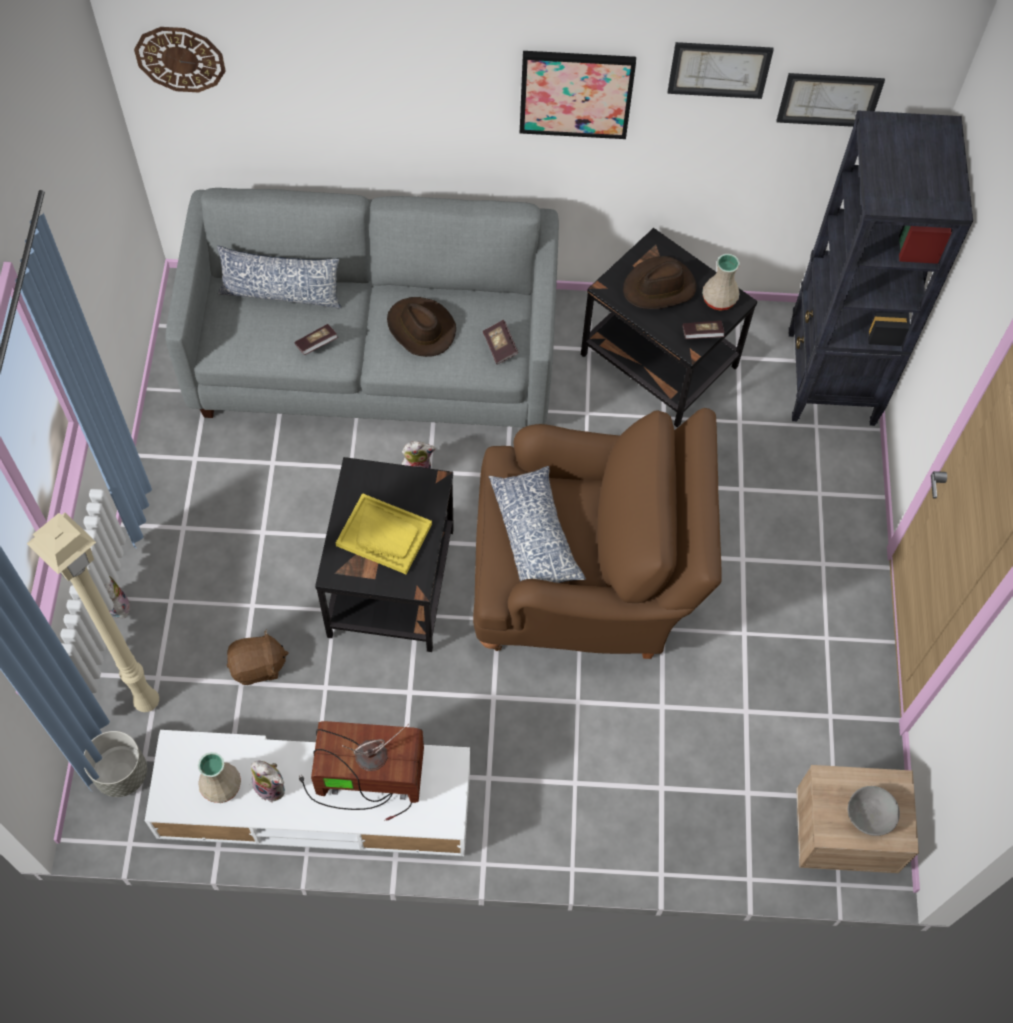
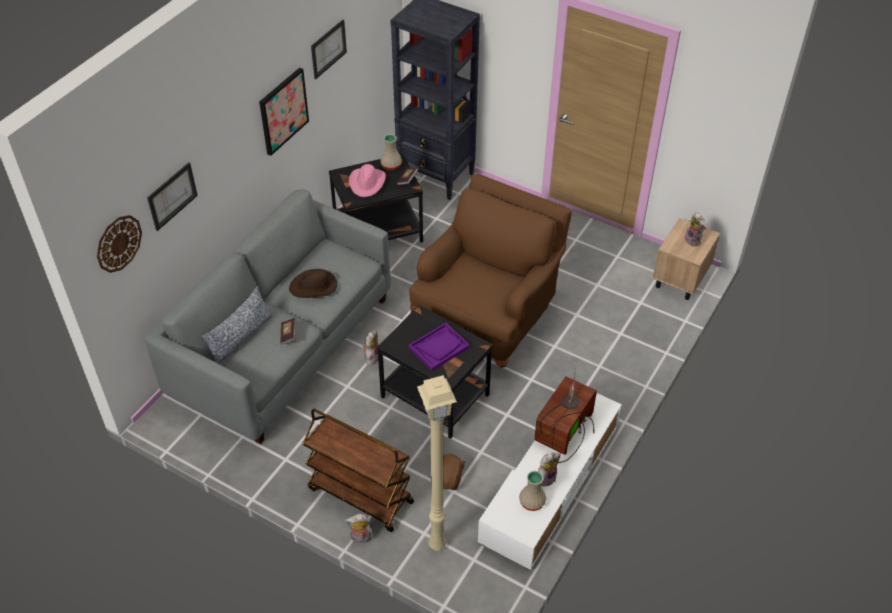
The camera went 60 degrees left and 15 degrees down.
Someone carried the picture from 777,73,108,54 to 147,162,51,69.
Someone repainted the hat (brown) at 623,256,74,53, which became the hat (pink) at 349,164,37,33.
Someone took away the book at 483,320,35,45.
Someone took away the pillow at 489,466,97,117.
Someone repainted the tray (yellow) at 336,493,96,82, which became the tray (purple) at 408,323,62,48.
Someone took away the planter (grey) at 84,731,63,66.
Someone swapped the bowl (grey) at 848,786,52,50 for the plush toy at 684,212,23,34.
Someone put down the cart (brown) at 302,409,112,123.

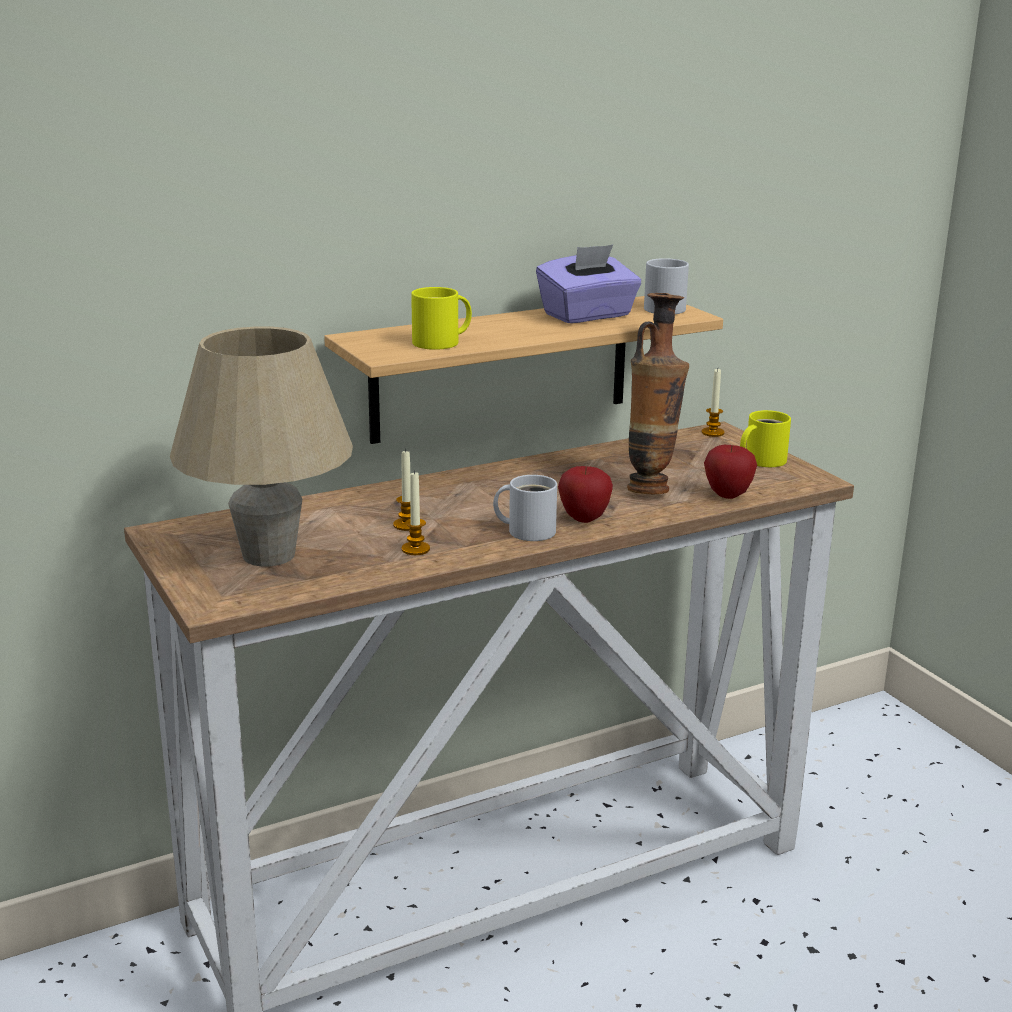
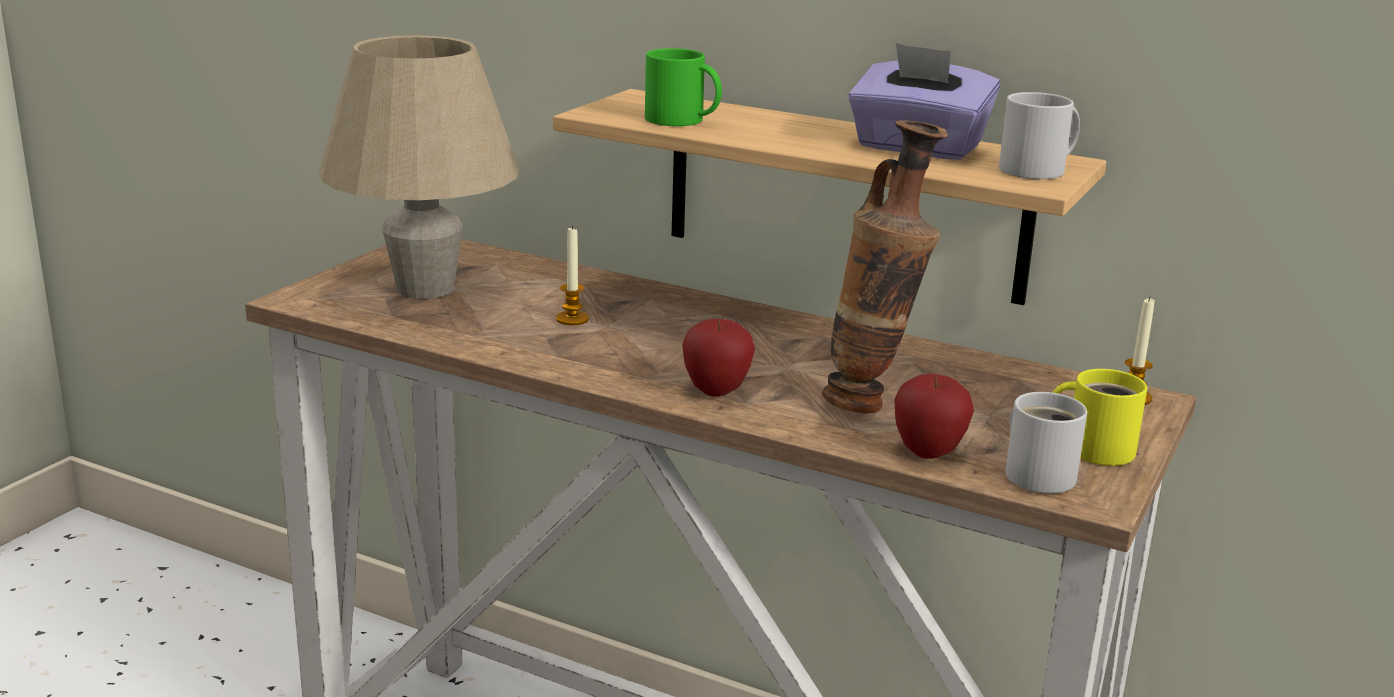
The camera went 55 degrees right and 0 degrees up.
Someone repainted the mug (yellow) at 411,287,61,63, which became the mug (green) at 645,48,77,78.
Someone took away the candle at 402,470,28,85.
Someone carried the mug (white) from 493,475,64,66 to 1005,392,82,102.

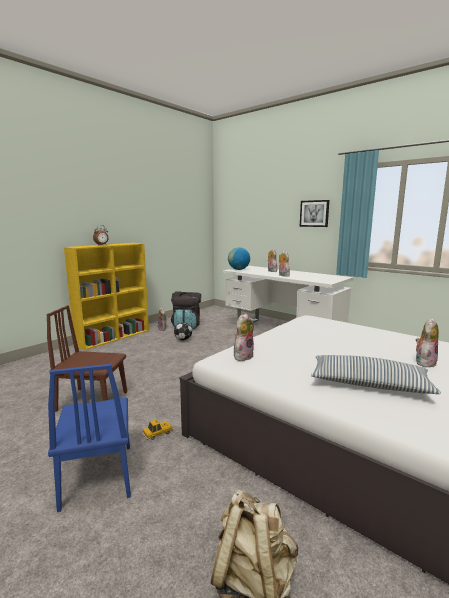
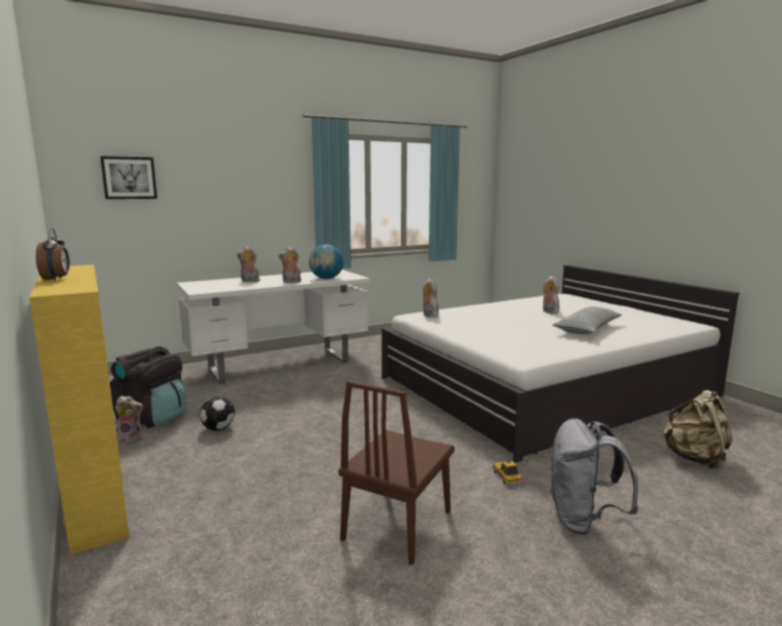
The camera went 70 degrees left and 0 degrees up.
Someone carried the picture from 300,200,29,27 to 100,156,57,43.
Someone carried the globe from 228,247,22,23 to 309,244,35,35.
Someone carried the plush toy from 234,313,20,48 to 422,278,17,40.
Someone swapped the chair (blue) at 48,364,83,148 for the backpack (grey) at 549,418,89,117.

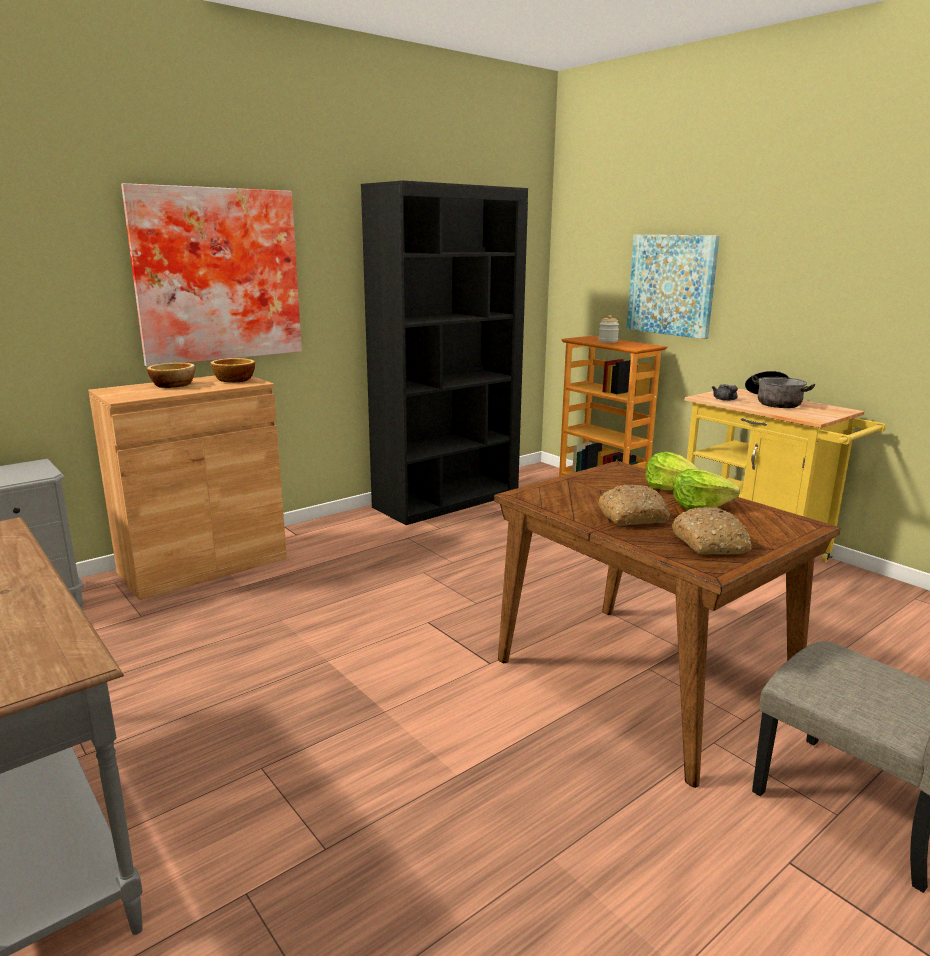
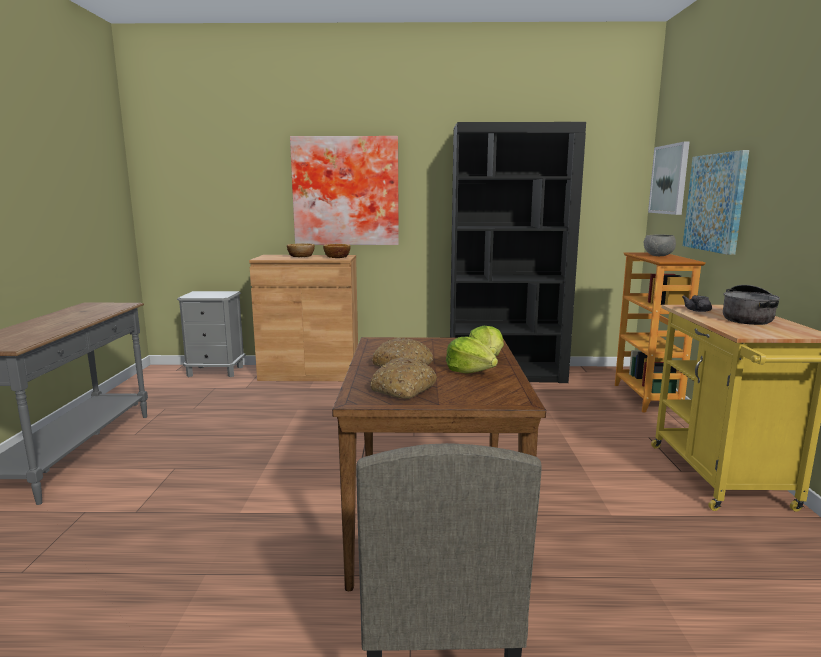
The camera went 40 degrees right and 5 degrees down.
Someone swapped the jar at 599,315,20,28 for the bowl (grey) at 644,234,32,22.
Someone put up the picture at 648,142,42,73.

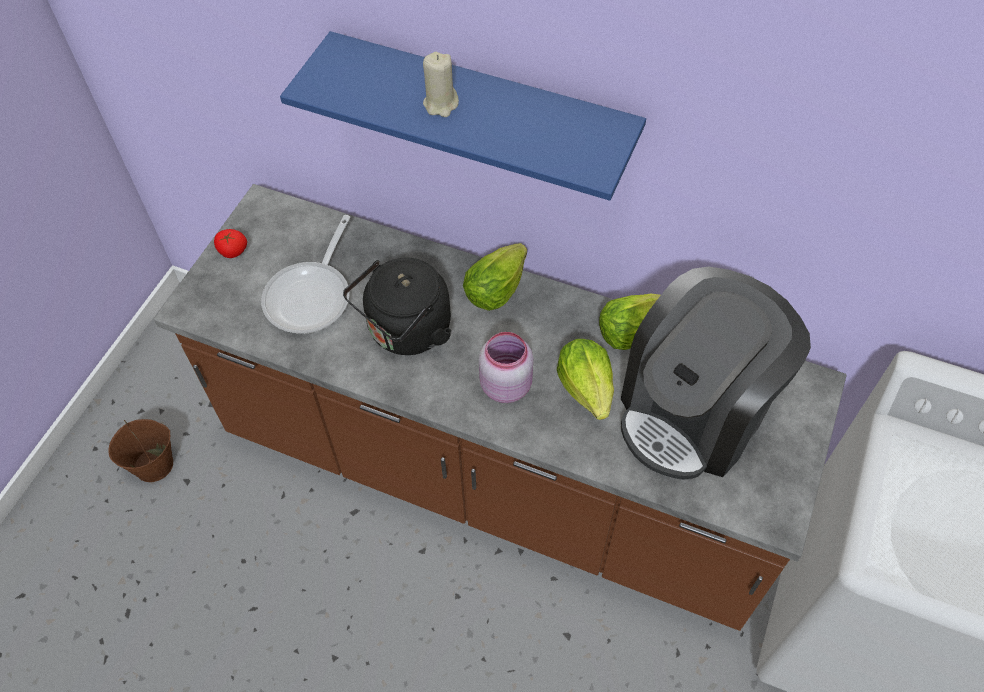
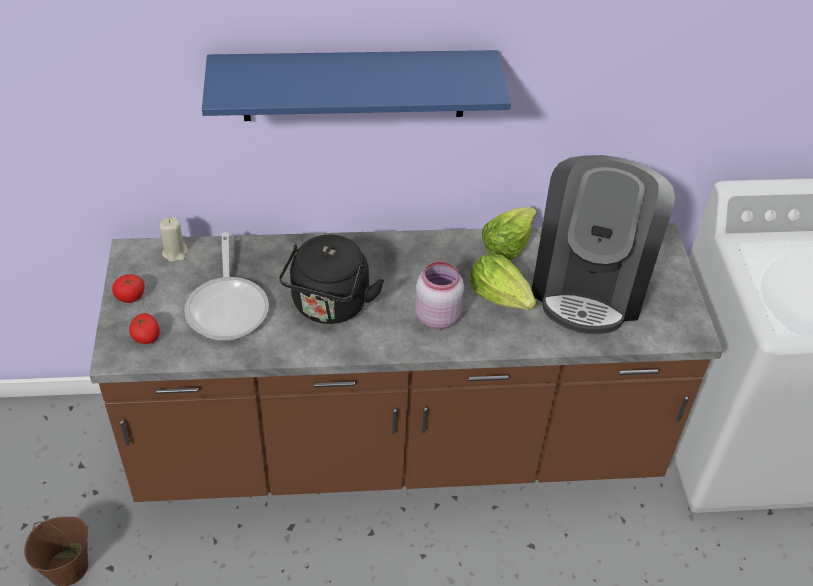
The camera went 30 degrees left and 10 degrees down.
Someone carried the candle (beige) from 423,52,36,65 to 159,217,29,45.
Someone took away the lettuce at 463,243,64,68.
Someone put down the tomato at 129,313,31,31.

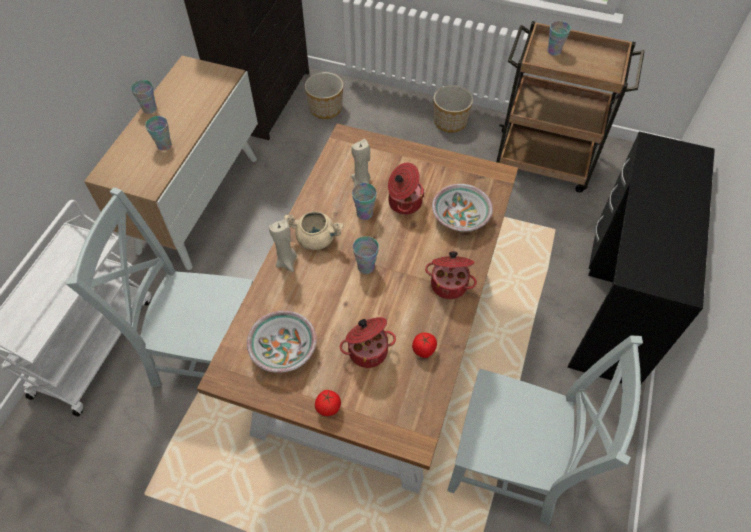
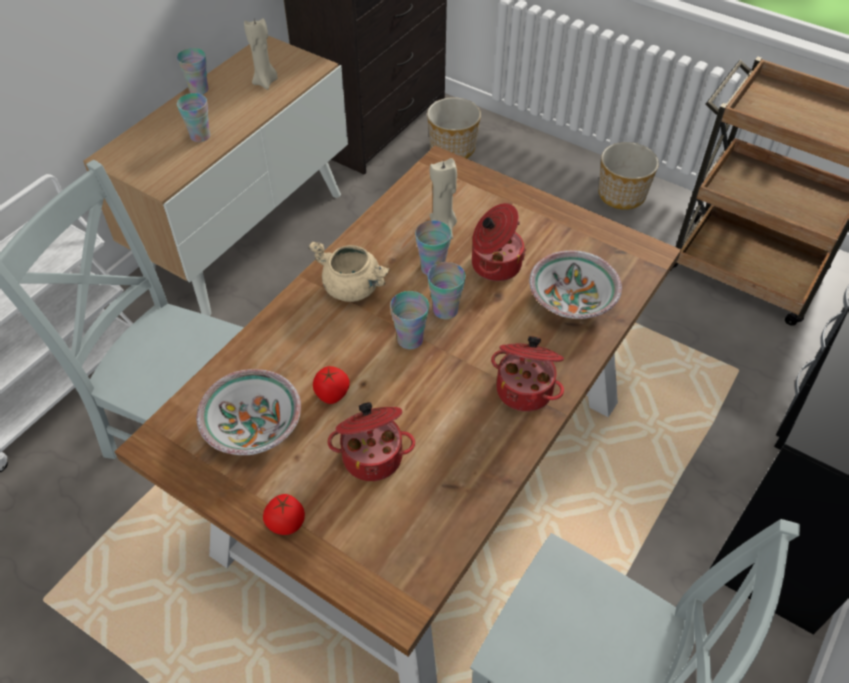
The camera went 15 degrees right and 5 degrees down.
Someone carried the cup from 547,21,24,35 to 428,262,38,58.
Someone carried the candle (beige) from 269,219,28,53 to 244,18,34,72.
Someone carried the tomato from 412,333,25,25 to 313,366,37,38.

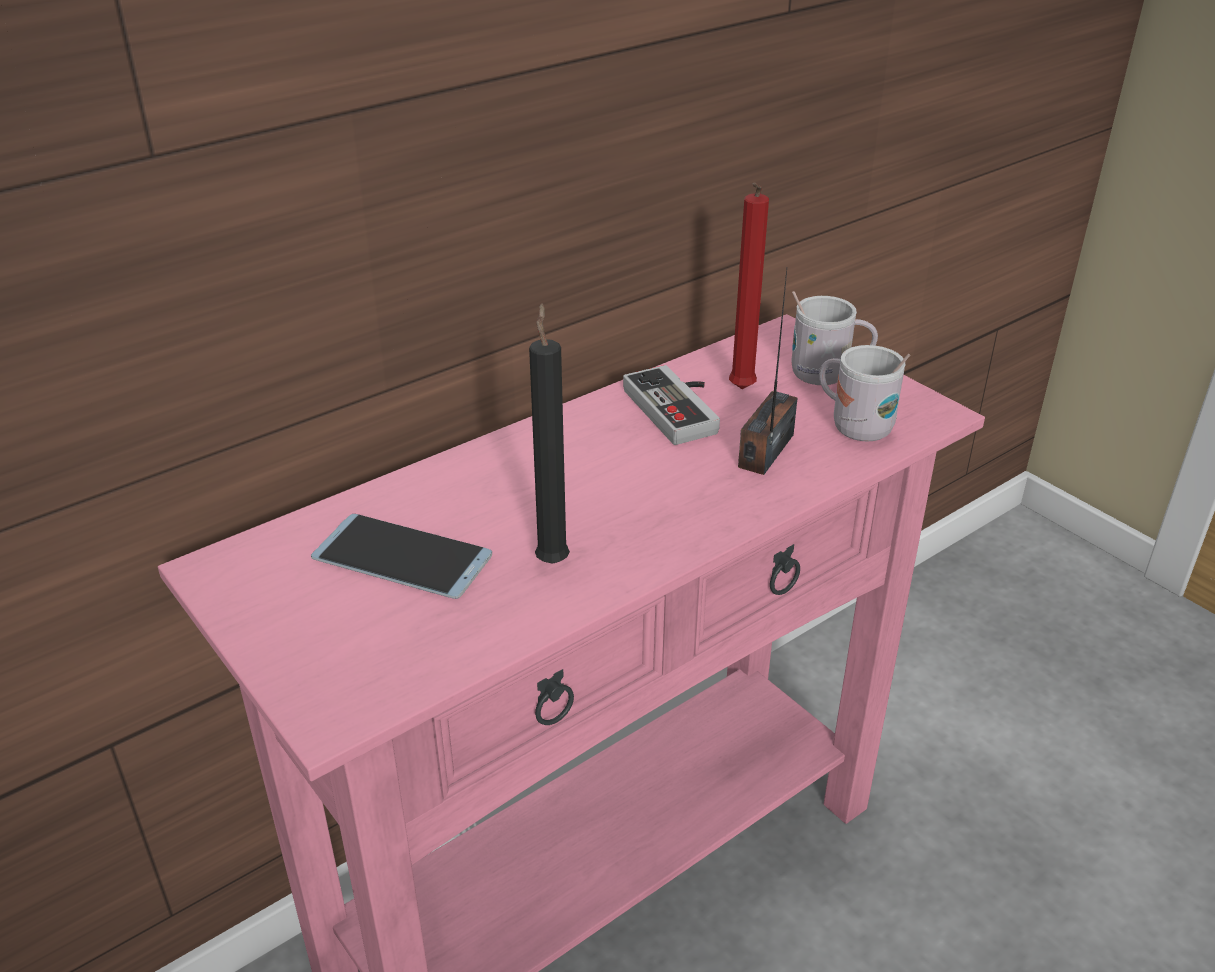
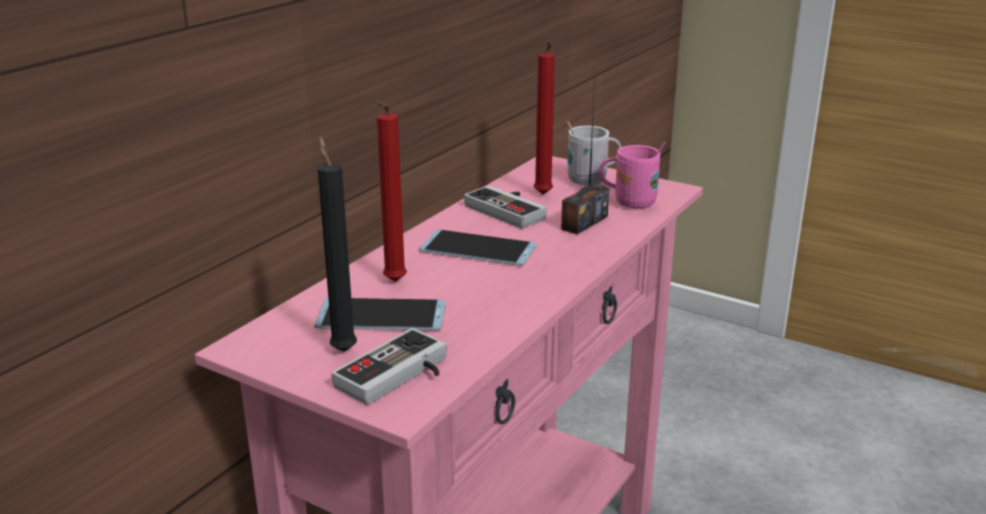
The camera went 20 degrees left and 10 degrees down.
Someone rotated the radio at 738,269,60,206 by 150 degrees counterclockwise.
Someone carried the candle (black) from 529,303,41,261 to 318,137,39,215.
Someone repainted the mug (white) at 819,345,91,97, which became the mug (pink) at 599,141,67,67.
Someone put down the candle (red) at 376,101,31,181.
Someone put down the phone at 419,230,118,36.
Someone put down the game controller at 332,328,115,77.

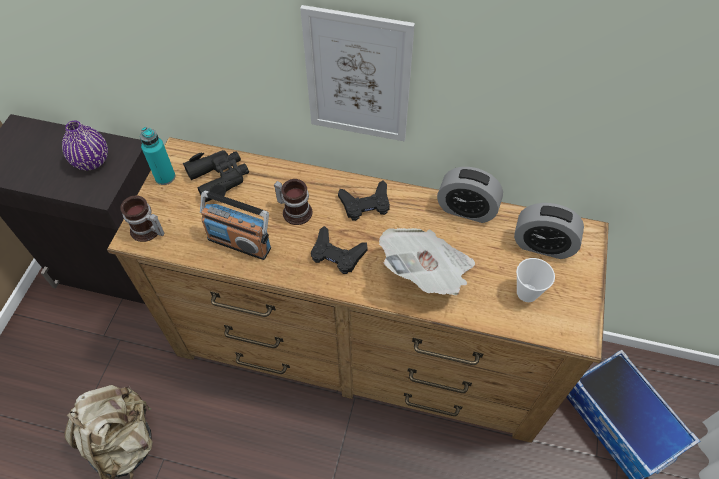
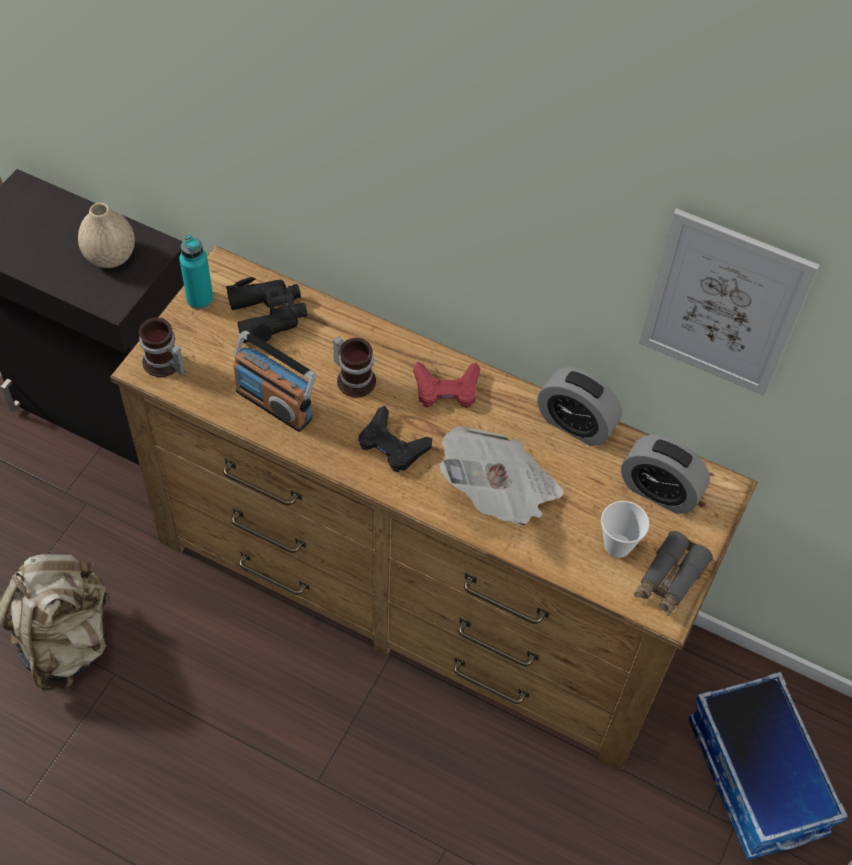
The camera went 10 degrees right and 0 degrees up.
Someone carried the picture from 300,5,115,136 to 639,208,180,188.
Someone repainted the vase (purple) at 62,121,46,49, which became the vase (beige) at 78,203,57,65.
Someone repainted the game controller (black) at 338,180,52,41, which became the game controller (red) at 413,362,67,46.
Someone put down the binoculars (grey) at 634,531,79,85.

